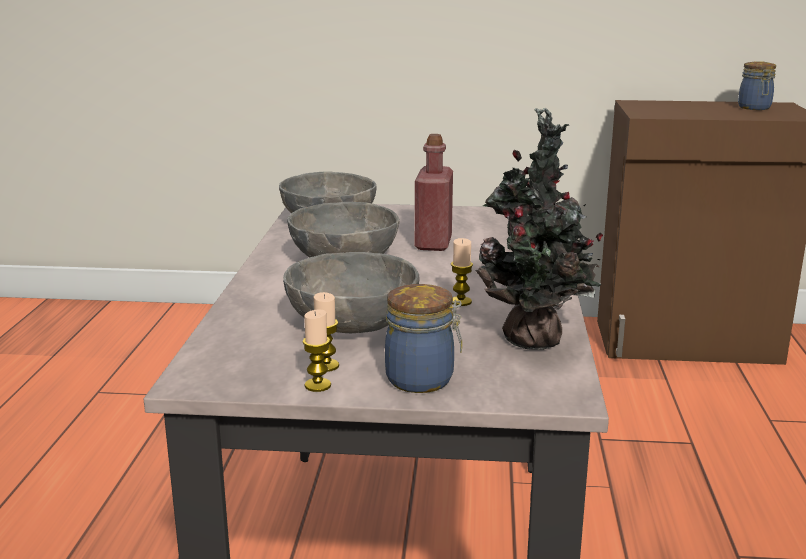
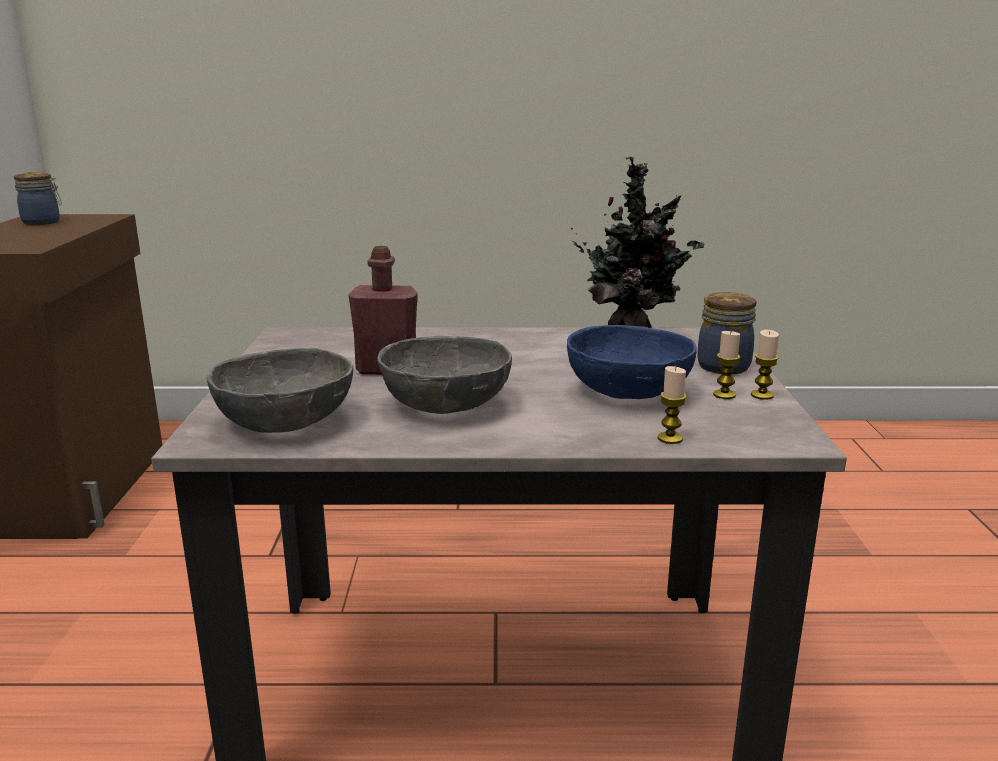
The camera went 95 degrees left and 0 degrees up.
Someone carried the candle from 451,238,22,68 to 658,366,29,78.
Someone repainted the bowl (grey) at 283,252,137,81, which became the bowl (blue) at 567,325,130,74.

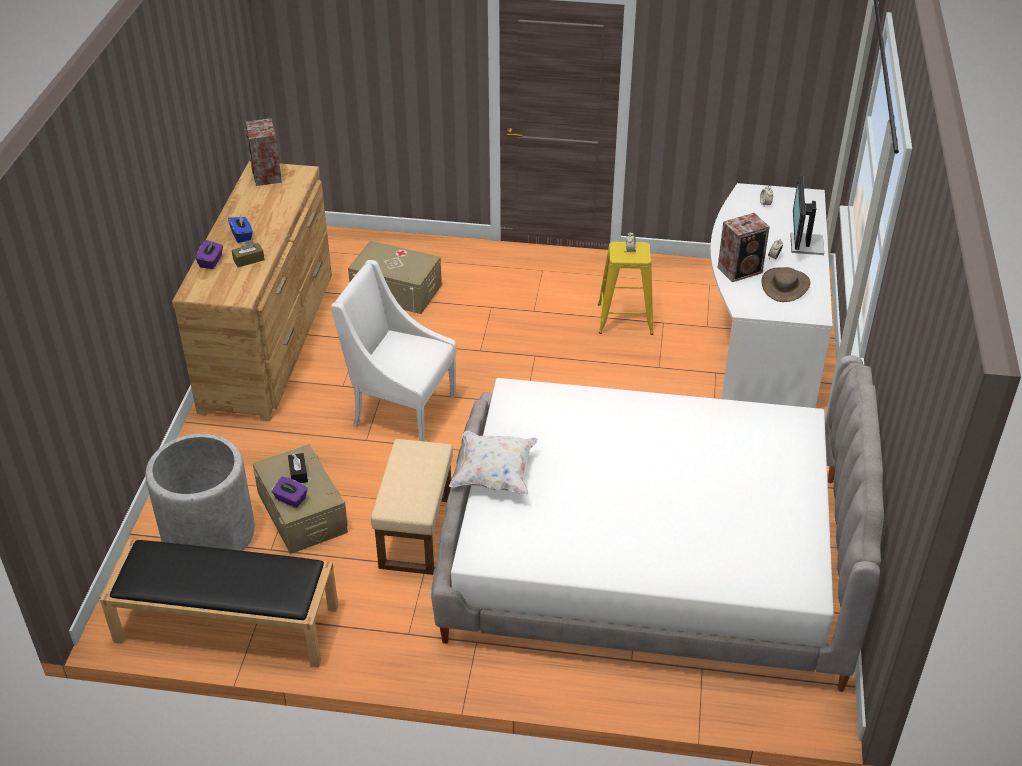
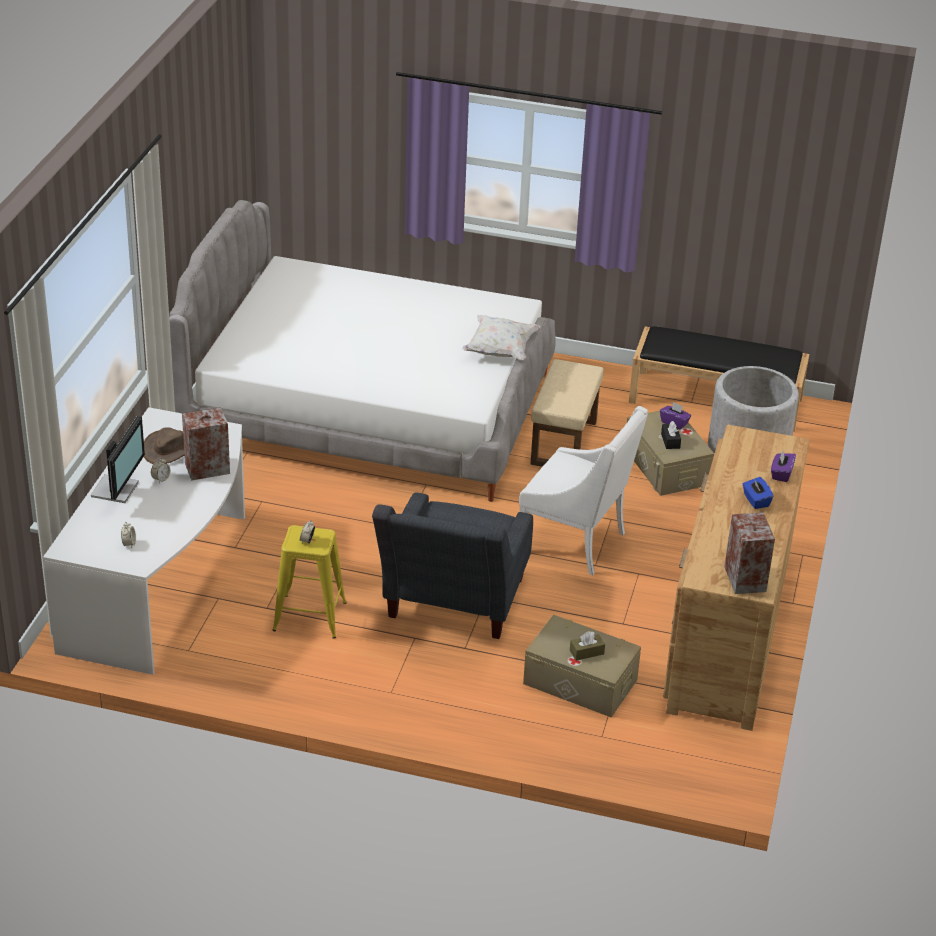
The camera went 175 degrees left and 5 degrees down.
Someone carried the tissue box (brown) from 232,241,33,26 to 570,631,35,30.
Someone put down the armchair (grey) at 372,493,161,146.

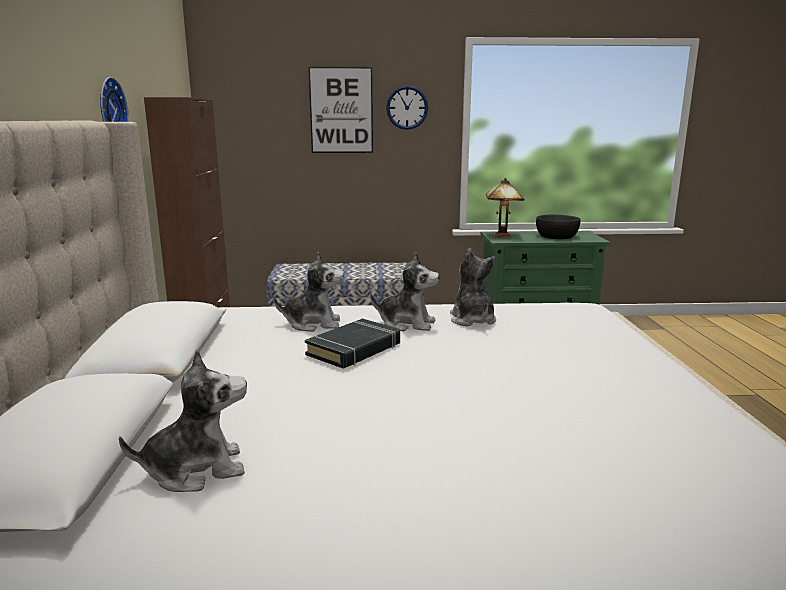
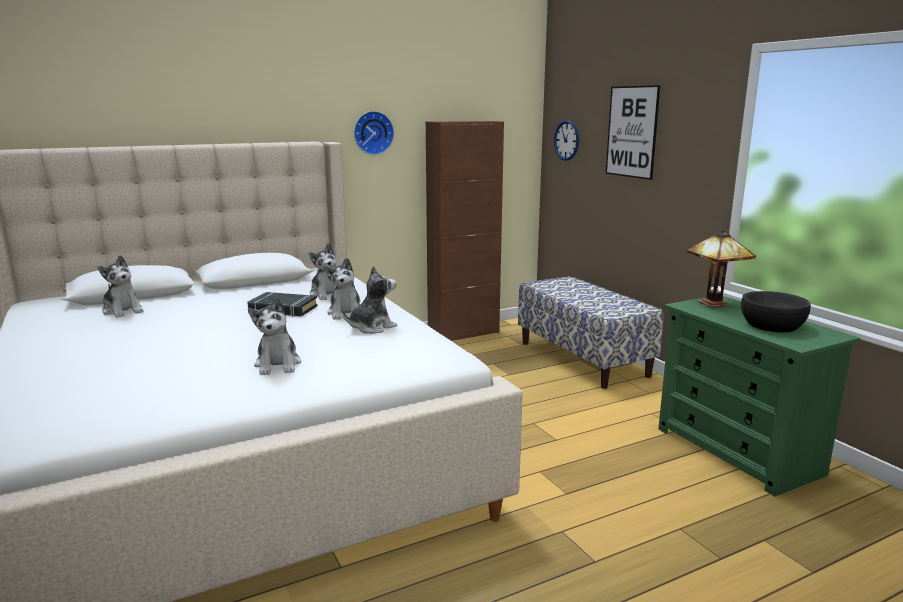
The camera went 65 degrees right and 0 degrees up.
Someone carried the wall clock from 386,85,42,45 to 554,120,25,41.
Someone put down the plush toy at 248,297,53,78.

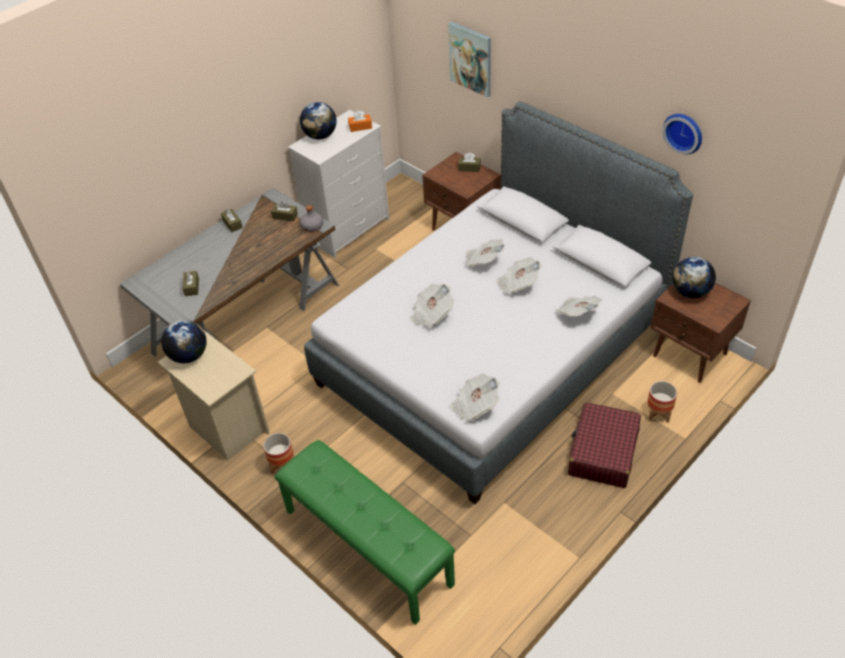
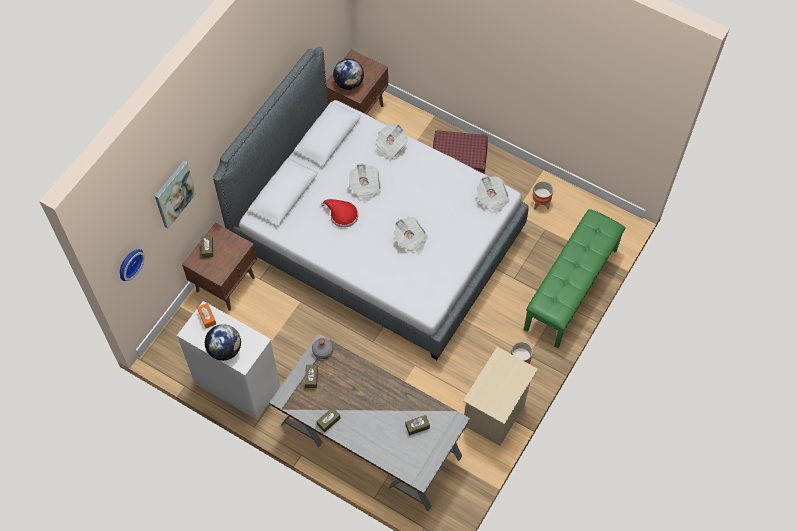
The camera went 105 degrees left and 15 degrees up.
Someone carried the wall clock from 663,114,39,40 to 120,249,25,32.
Someone swapped the newspaper at 465,239,40,27 for the hat (red) at 321,199,37,29.
Someone took away the globe at 161,320,46,43.
Someone carried the planter from 647,381,30,42 to 532,181,21,29.

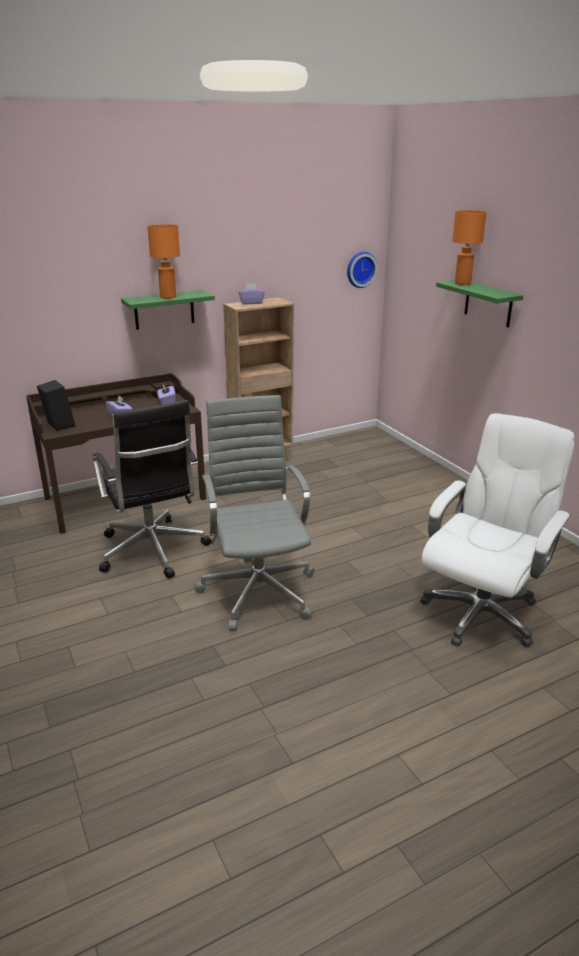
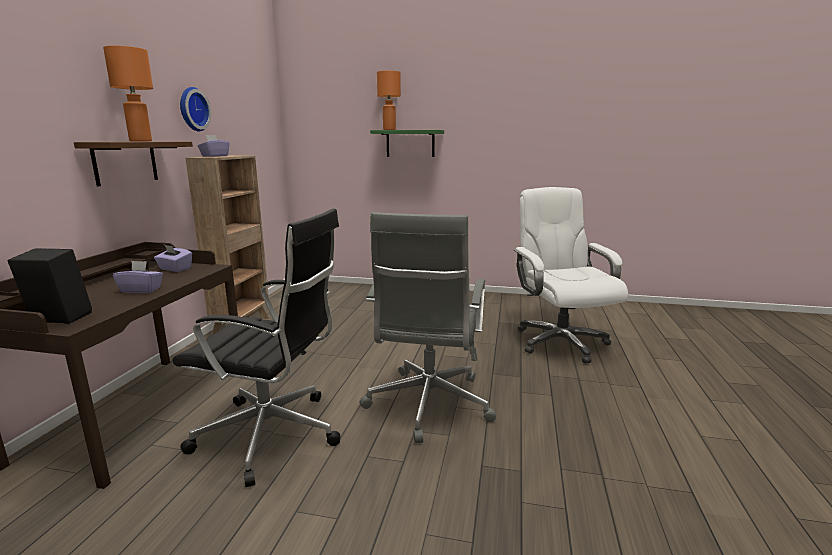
The camera went 50 degrees left and 10 degrees down.
Someone carried the wall clock from 347,252,30,36 to 180,87,31,44.
Someone repainted the shelf (green) at 121,290,94,40, which became the shelf (brown) at 74,142,119,45.
Someone rotated the office chair (grey) at 194,395,120,236 by 105 degrees counterclockwise.

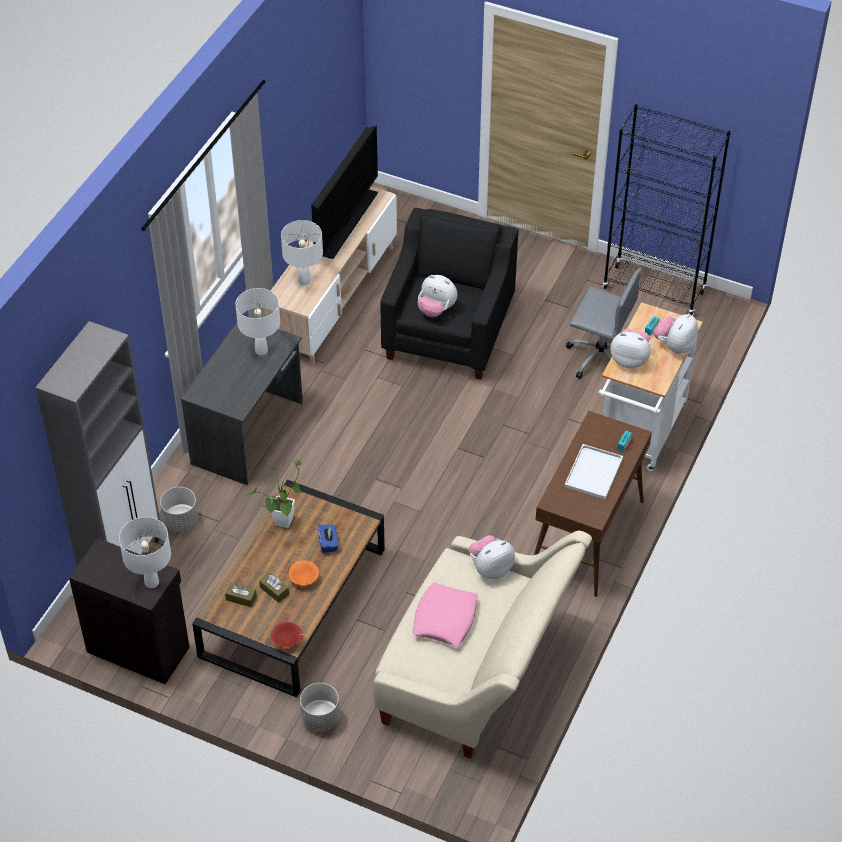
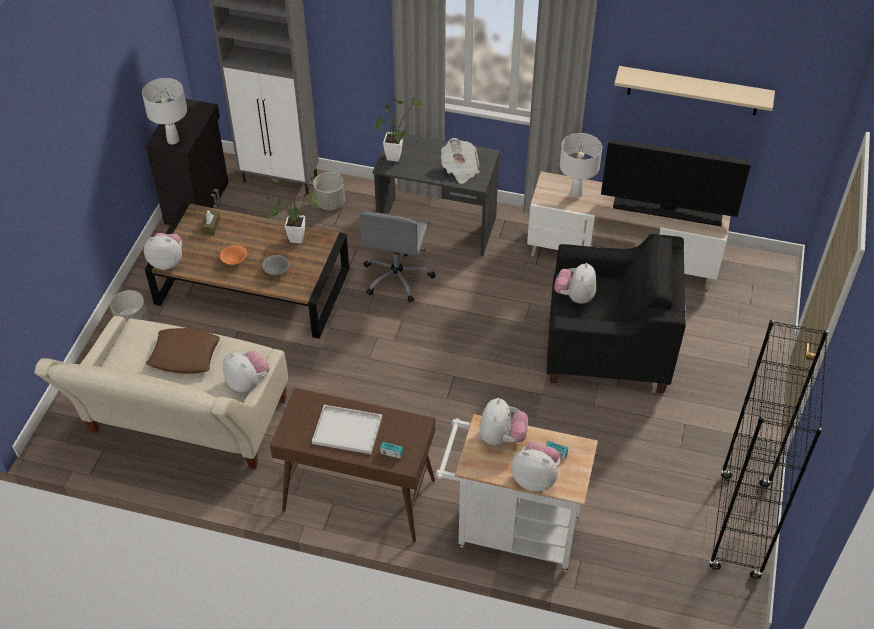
The camera went 80 degrees right and 0 degrees up.
Someone carried the office chair (grey) from 566,268,76,111 to 360,212,75,90.
Someone swapped the table lamp (white) at 235,288,45,67 for the newspaper at 441,138,39,46.
Someone swapped the tissue box (blue) at 318,525,20,28 for the bowl (grey) at 262,255,27,20.
Someone took away the tissue box (brown) at 259,572,30,31.
Someone repainted the pillow (pink) at 412,583,66,64, which became the pillow (brown) at 146,328,74,46.
Someone swapped the bowl (red) at 271,622,32,25 for the plush toy at 144,233,38,37.
Someone put up the shelf (beige) at 614,66,161,49.
Someone put down the potted plant at 376,98,47,64.

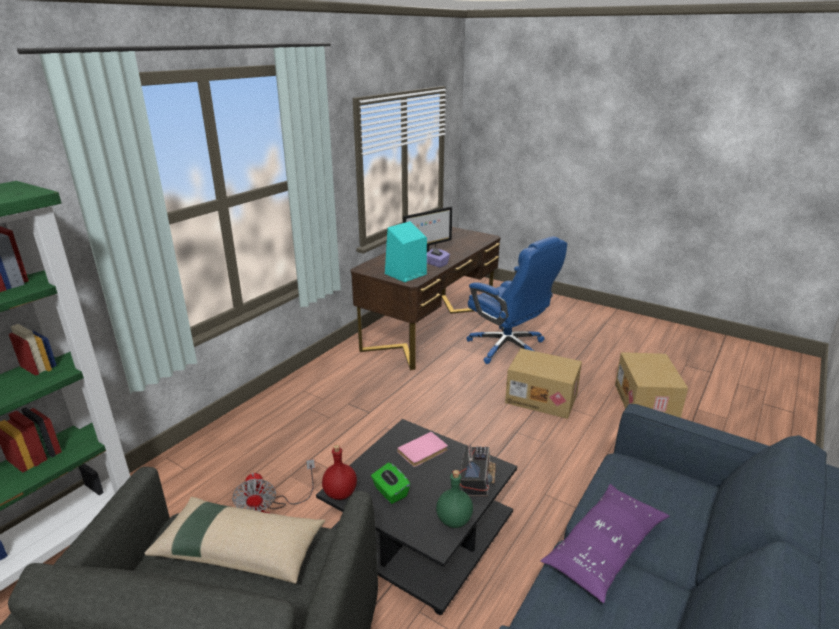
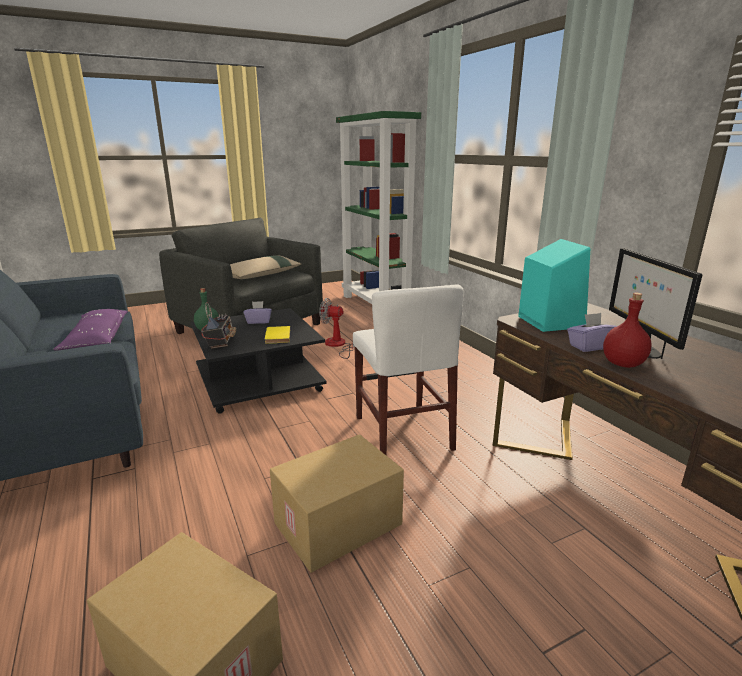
The camera went 120 degrees right and 5 degrees down.
Someone took away the office chair (blue) at 466,236,101,128.
Someone repainted the book (pink) at 397,432,51,35, which became the book (yellow) at 265,326,25,18.
Someone rotated the radio at 459,444,37,53 by 135 degrees counterclockwise.
Someone carried the bottle (red) from 322,445,35,55 to 603,293,49,75.
Someone repainted the tissue box (green) at 371,463,39,41, which became the tissue box (purple) at 244,301,28,23.
Someone put down the chair (white) at 353,285,111,171.

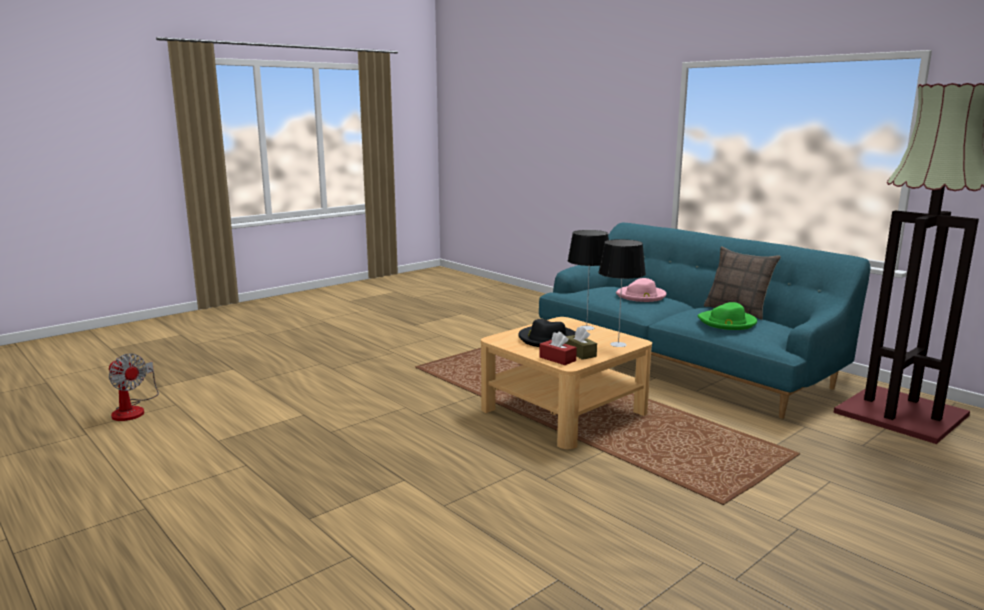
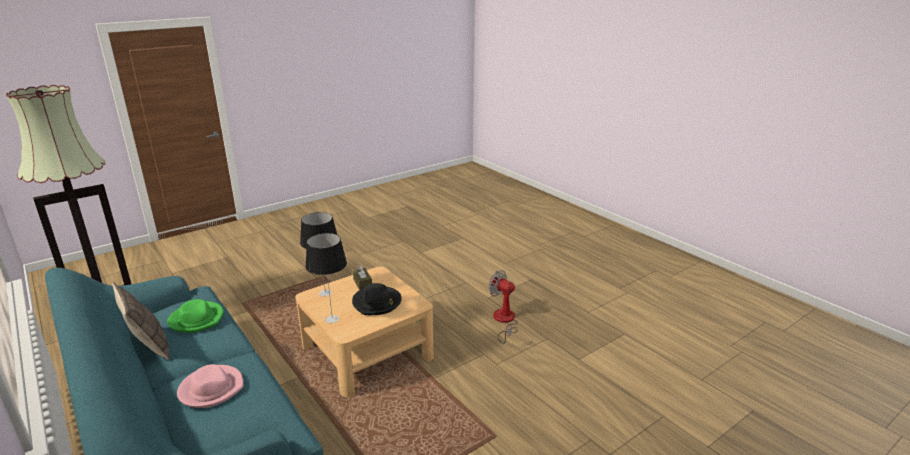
The camera went 175 degrees left and 10 degrees up.
Someone took away the tissue box (red) at 539,331,38,34.
Someone carried the fan from 109,354,50,67 to 489,270,29,74.

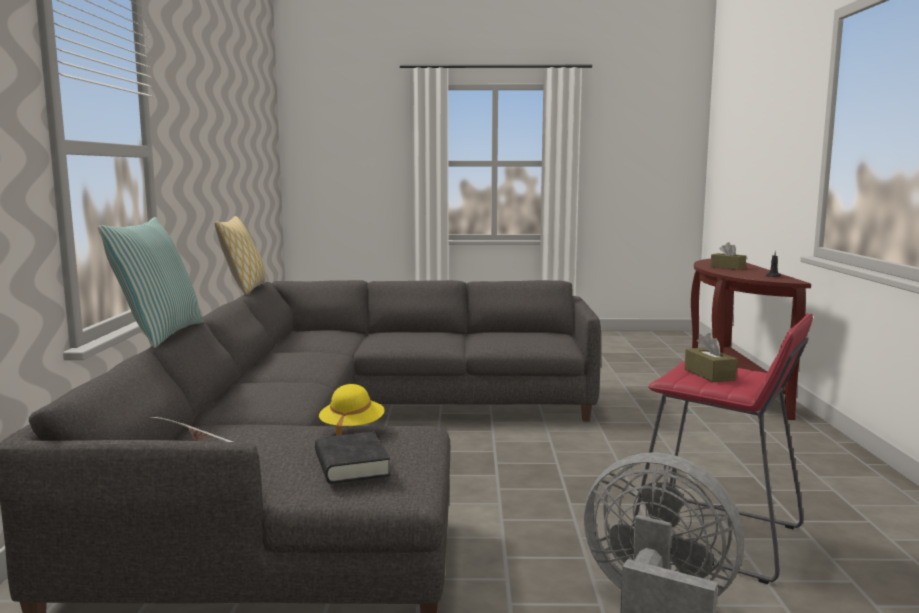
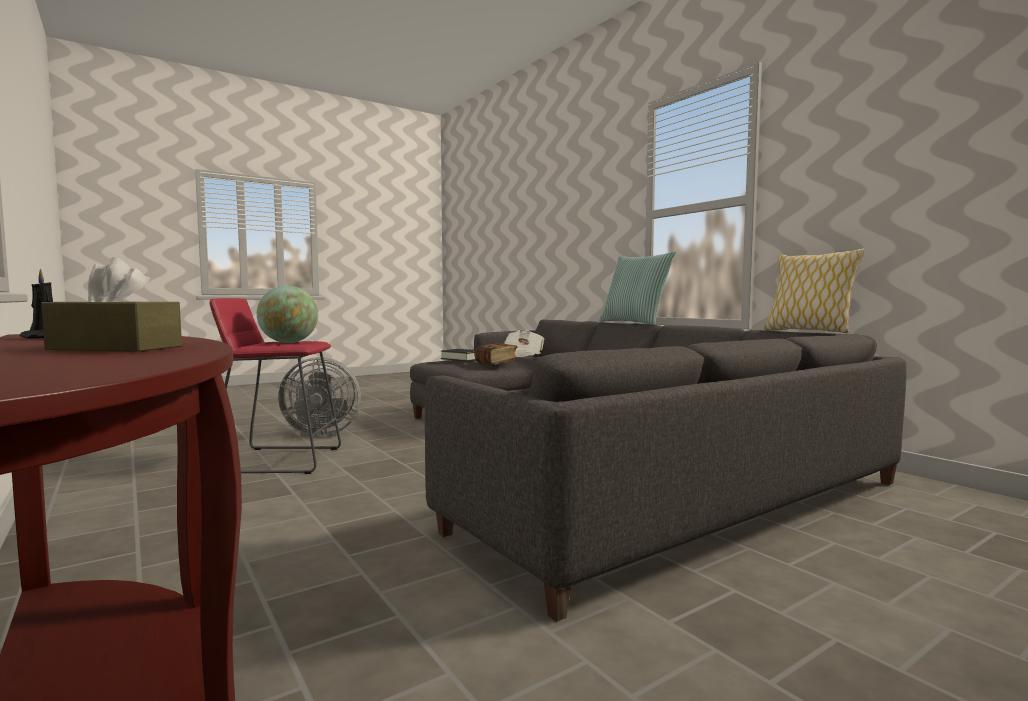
The camera went 145 degrees right and 5 degrees down.
Someone swapped the tissue box (brown) at 685,333,53,49 for the globe at 257,286,61,57.
Someone swapped the hat (yellow) at 319,384,65,52 for the book at 474,343,44,22.

